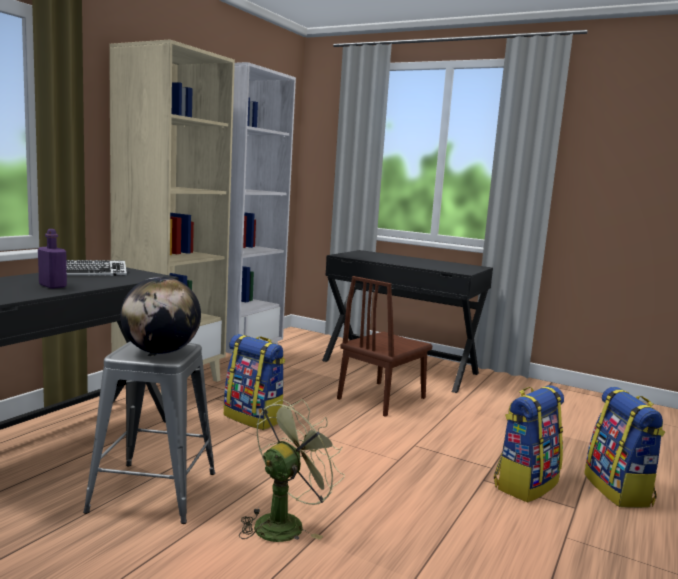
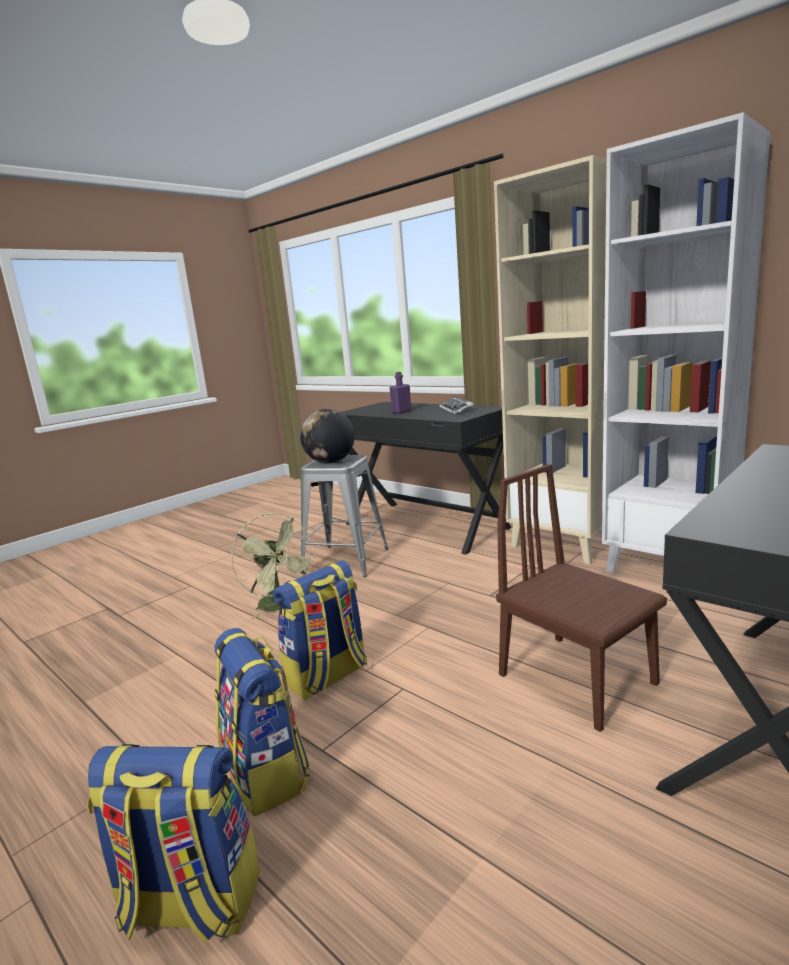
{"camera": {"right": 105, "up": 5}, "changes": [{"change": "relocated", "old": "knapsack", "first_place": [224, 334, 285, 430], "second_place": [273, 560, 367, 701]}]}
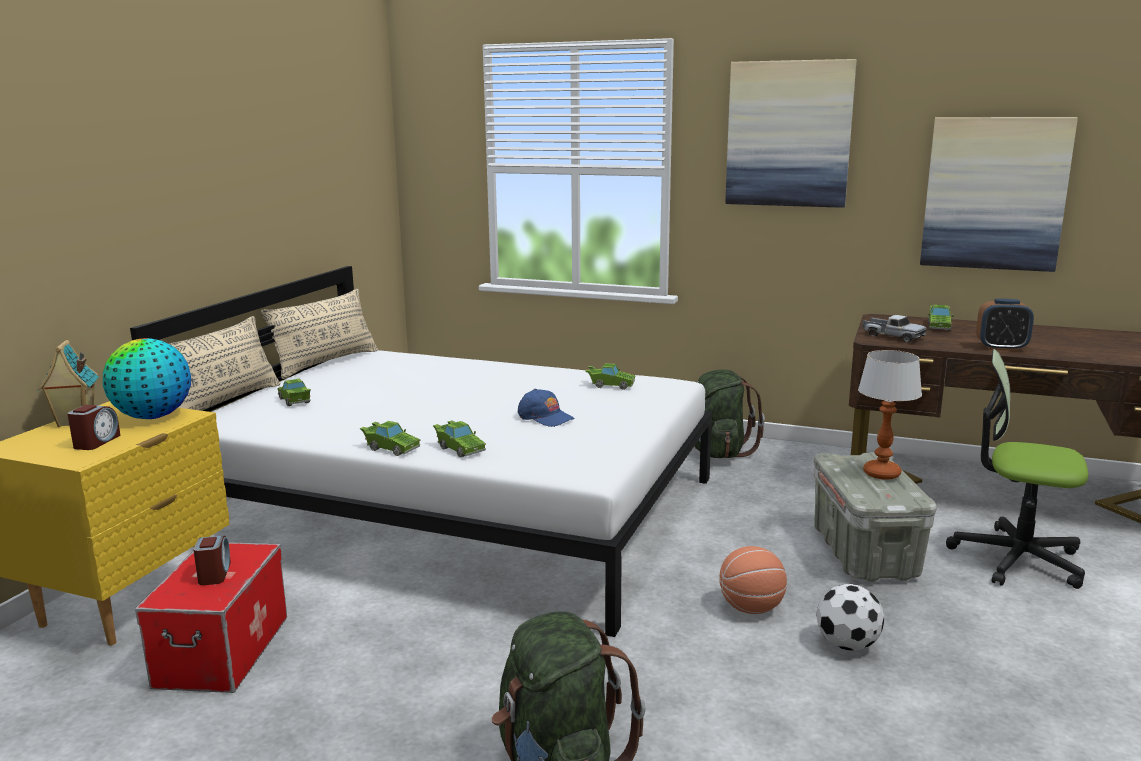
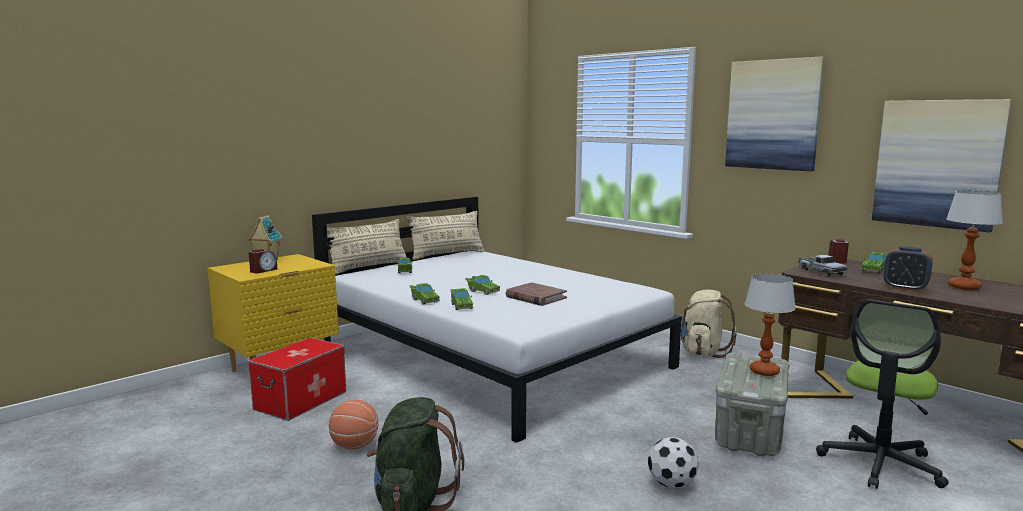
{"camera": {"right": 25, "up": -5}, "changes": [{"change": "missing", "old": "globe", "first_place": [103, 338, 191, 419]}, {"change": "appeared", "new": "lamp for a table", "second_place": [946, 190, 1003, 290]}, {"change": "relocated", "old": "table clock", "first_place": [193, 536, 231, 585], "second_place": [828, 239, 849, 263]}, {"change": "relocated", "old": "green-coloured model car", "first_place": [585, 363, 635, 390], "second_place": [465, 275, 500, 295]}, {"change": "relocated", "old": "basketball ball", "first_place": [719, 546, 787, 614], "second_place": [329, 400, 378, 450]}, {"change": "exchanged", "old": "blue baseball cap", "new": "brown book", "first_place": [518, 389, 575, 427], "second_place": [506, 282, 567, 306]}, {"change": "colour", "old": "green-coloured knapsack", "new": "beige-coloured knapsack", "first_place": [694, 369, 765, 458], "second_place": [681, 290, 737, 358]}, {"change": "spun", "old": "office chair", "first_place": [946, 349, 1088, 589], "second_place": [816, 300, 949, 489], "degrees": -105}]}
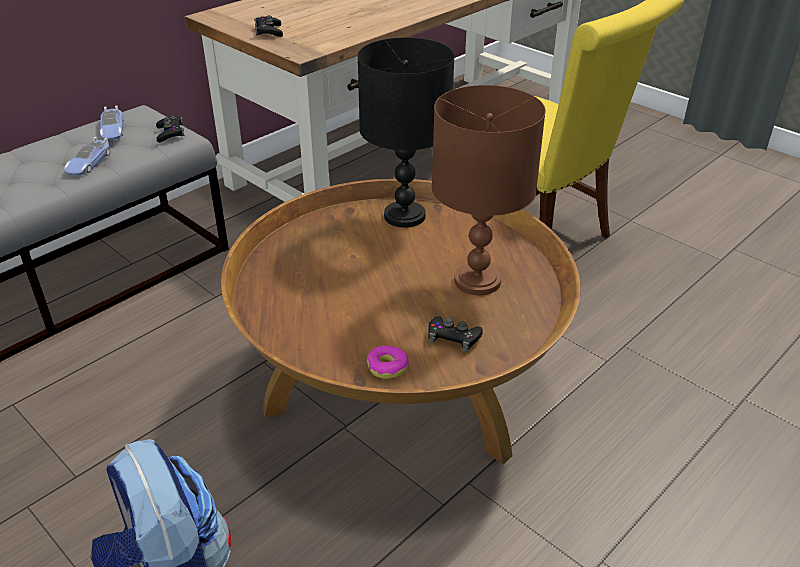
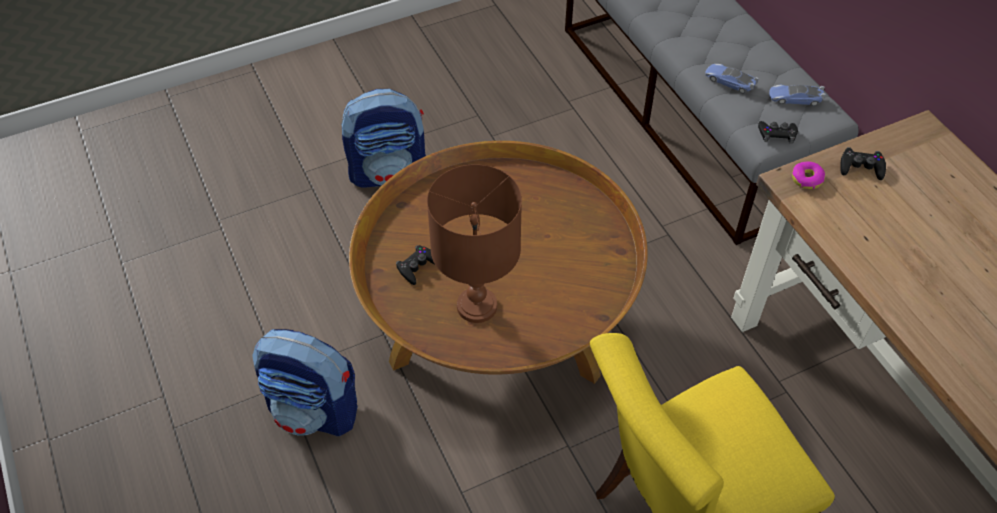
{"camera": {"right": 110, "up": 15}, "changes": [{"change": "missing", "old": "black-coloured lamp for a table", "first_place": [357, 38, 455, 228]}, {"change": "appeared", "new": "knapsack", "second_place": [252, 329, 358, 436]}, {"change": "relocated", "old": "ring doughnut", "first_place": [367, 346, 409, 379], "second_place": [792, 161, 825, 189]}]}
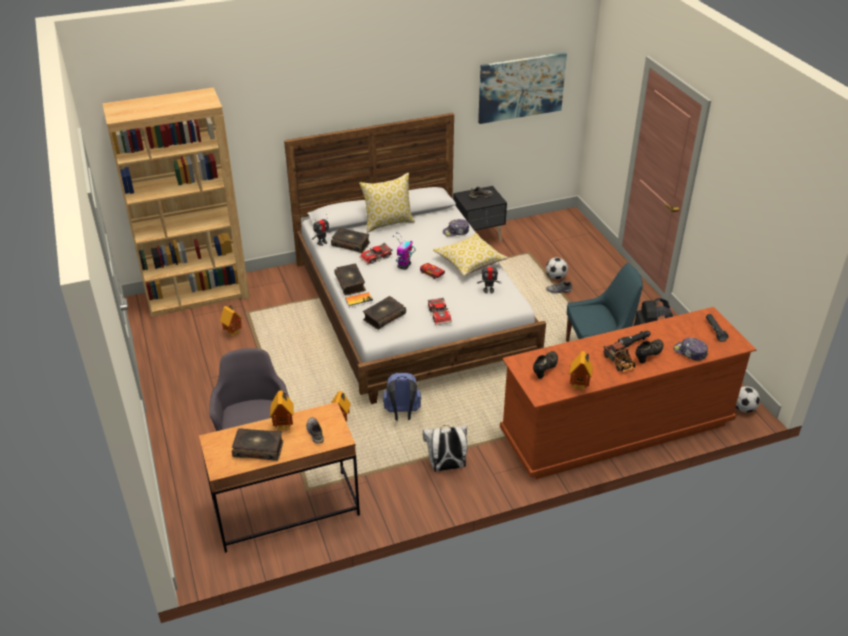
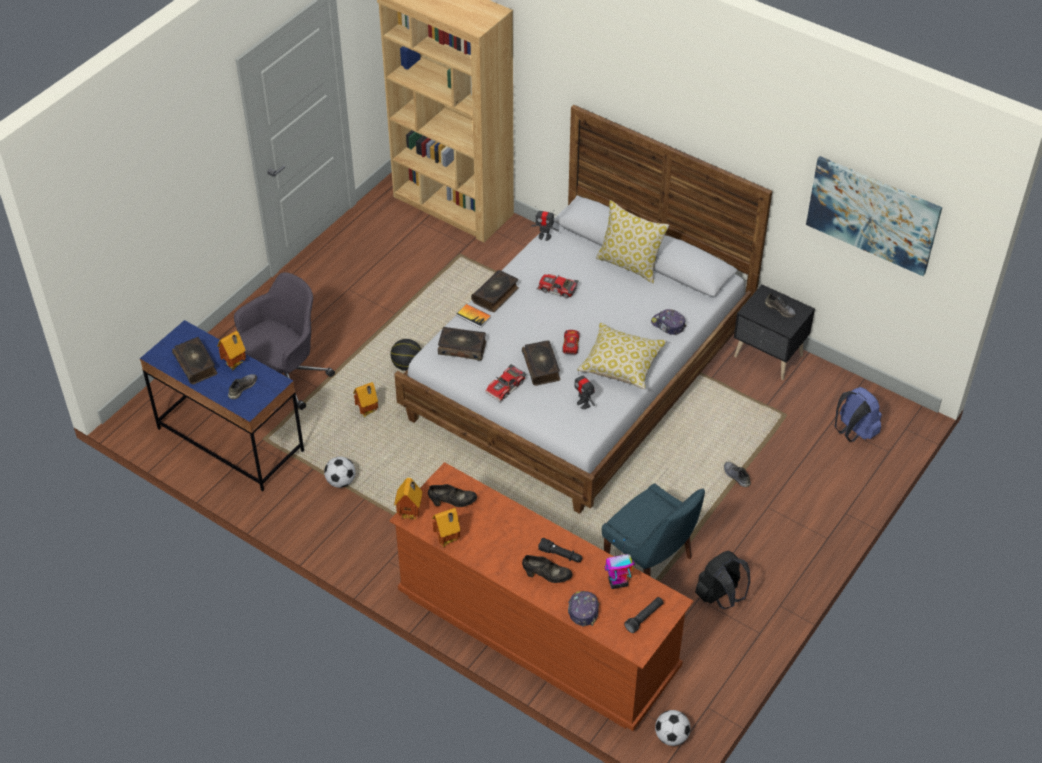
{"camera": {"right": 55, "up": 10}, "changes": [{"change": "missing", "old": "white knapsack", "first_place": [423, 425, 467, 472]}, {"change": "missing", "old": "toy lorry", "first_place": [603, 342, 635, 372]}, {"change": "appeared", "new": "basketball ball", "second_place": [390, 339, 422, 371]}, {"change": "relocated", "old": "toy house", "first_place": [220, 305, 242, 337], "second_place": [394, 478, 422, 519]}, {"change": "relocated", "old": "book", "first_place": [331, 228, 370, 253], "second_place": [522, 340, 561, 386]}, {"change": "relocated", "old": "blue knapsack", "first_place": [383, 373, 421, 421], "second_place": [835, 387, 882, 442]}, {"change": "relocated", "old": "toy robot", "first_place": [393, 232, 416, 270], "second_place": [605, 539, 635, 589]}, {"change": "relocated", "old": "football ball", "first_place": [546, 257, 568, 279], "second_place": [324, 457, 356, 488]}, {"change": "colour", "old": "brown desk table", "new": "blue desk table", "first_place": [199, 402, 360, 553], "second_place": [140, 320, 304, 491]}]}
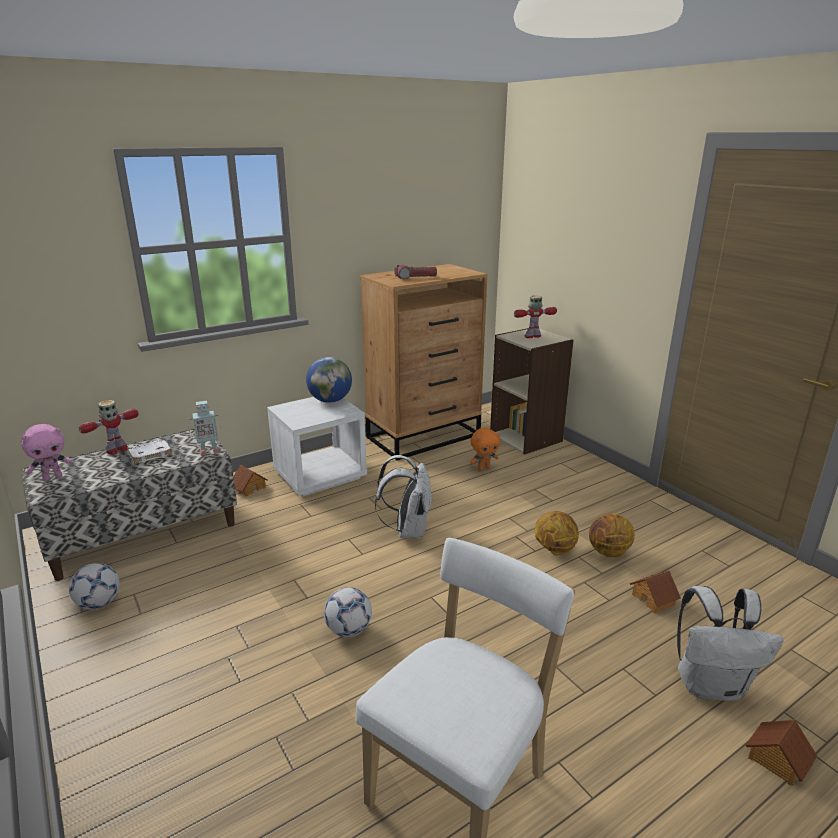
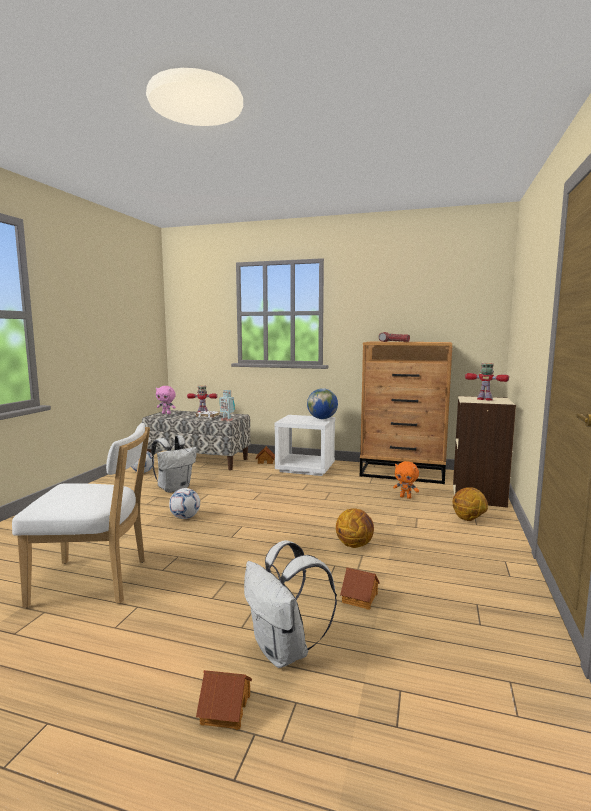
{"camera": {"right": 50, "up": -15}, "changes": [{"change": "relocated", "old": "white knapsack", "first_place": [375, 455, 433, 539], "second_place": [151, 435, 197, 493]}, {"change": "relocated", "old": "basketball ball", "first_place": [589, 513, 635, 557], "second_place": [453, 487, 488, 521]}]}
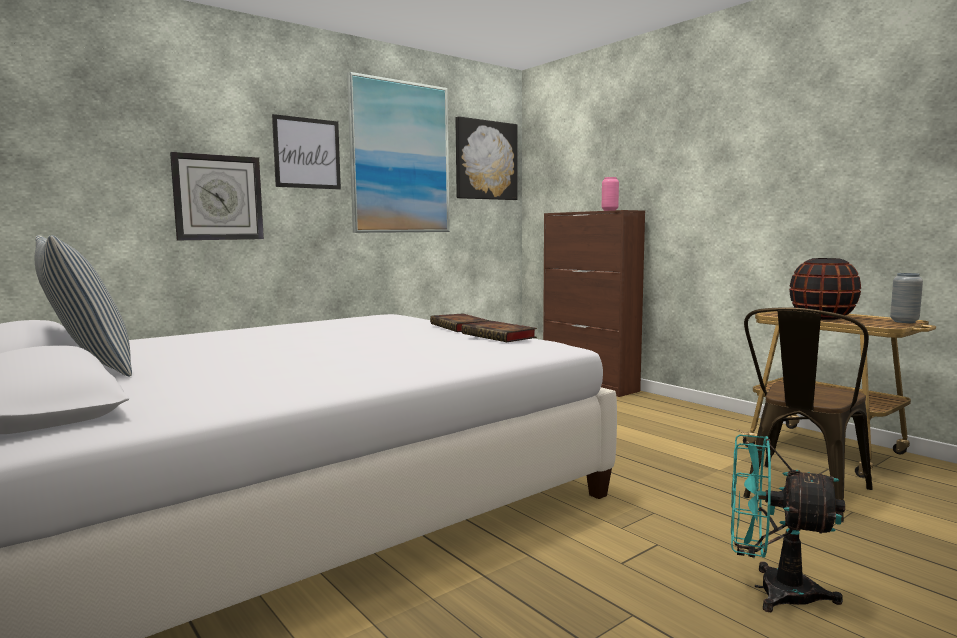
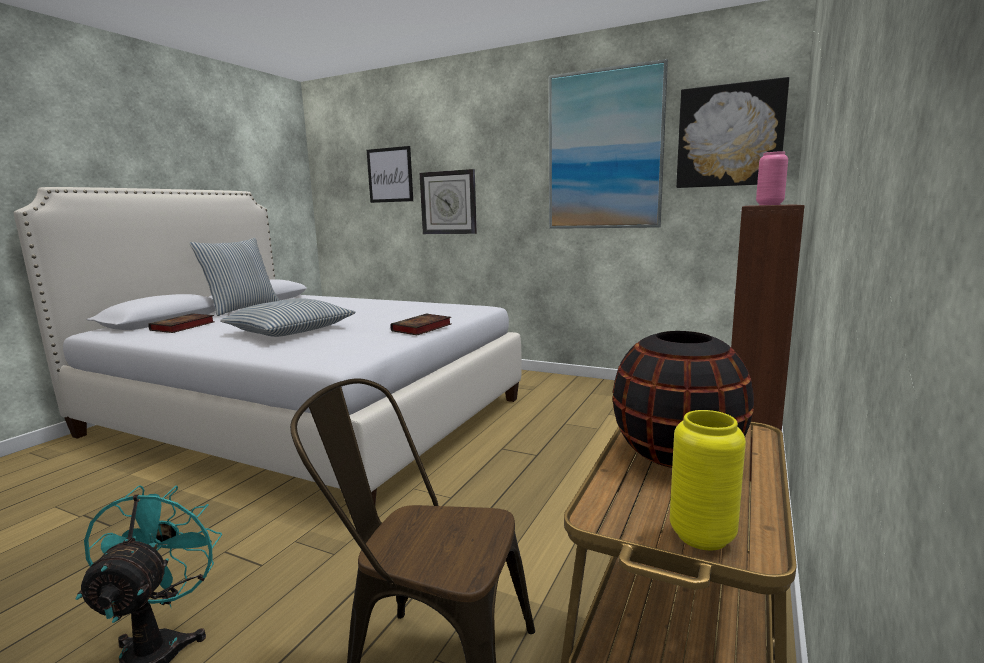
{"camera": {"right": 65, "up": 5}, "changes": [{"change": "appeared", "new": "cushion", "second_place": [220, 298, 356, 337]}, {"change": "relocated", "old": "wall picture", "first_place": [272, 114, 341, 189], "second_place": [367, 146, 413, 203]}, {"change": "relocated", "old": "book", "first_place": [461, 321, 537, 342], "second_place": [148, 313, 215, 333]}, {"change": "colour", "old": "gray vase", "new": "yellow-coloured vase", "first_place": [890, 273, 923, 323], "second_place": [670, 410, 746, 550]}]}
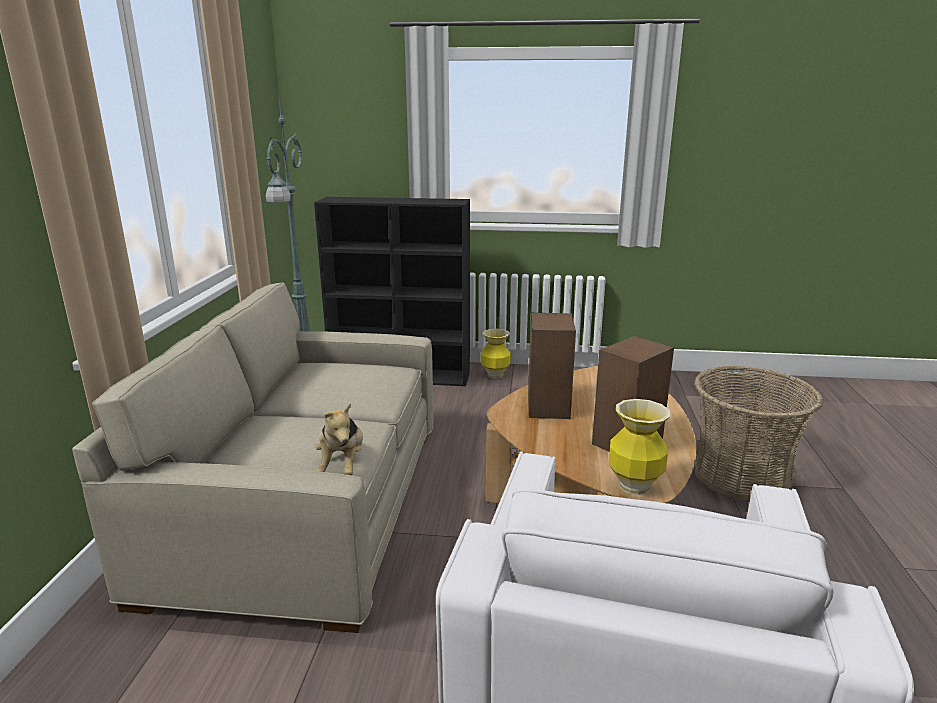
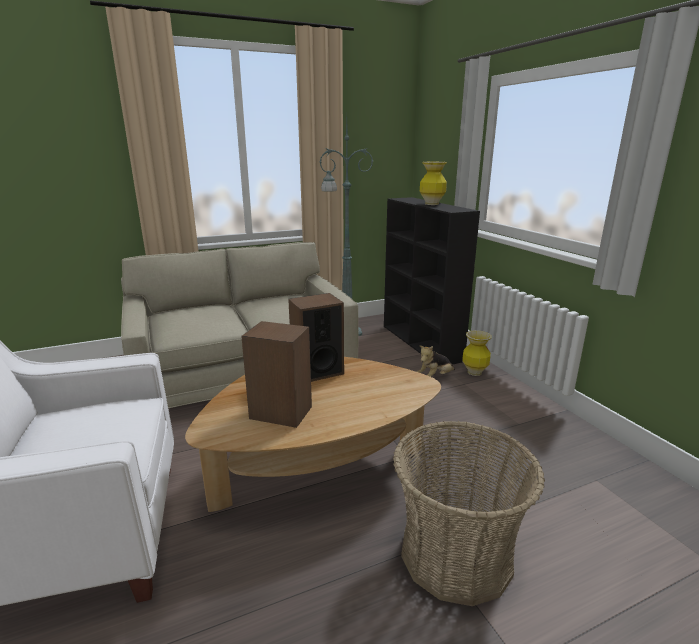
{"camera": {"right": 60, "up": 0}, "changes": [{"change": "relocated", "old": "cuddly toy", "first_place": [315, 403, 363, 475], "second_place": [416, 345, 455, 377]}, {"change": "relocated", "old": "vase", "first_place": [609, 399, 670, 495], "second_place": [420, 162, 447, 205]}]}
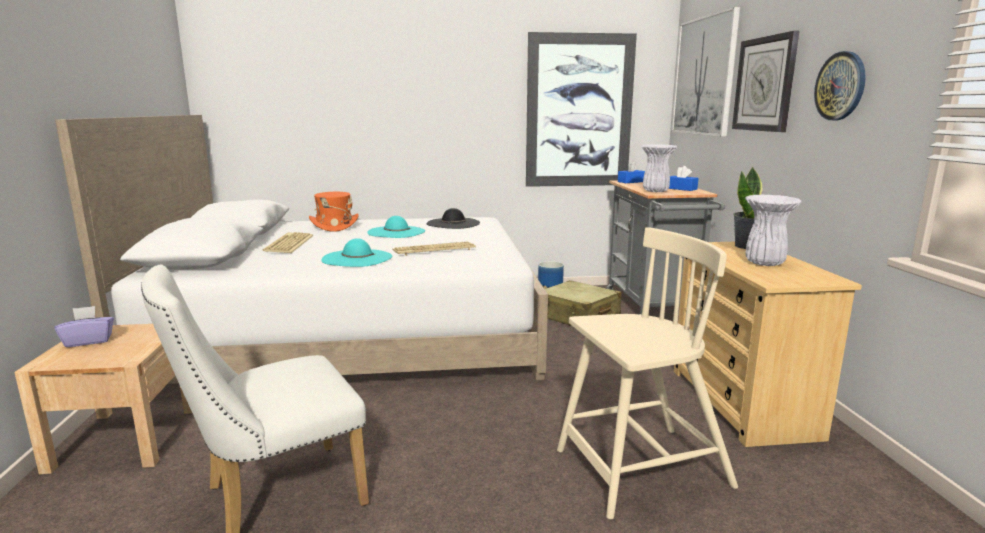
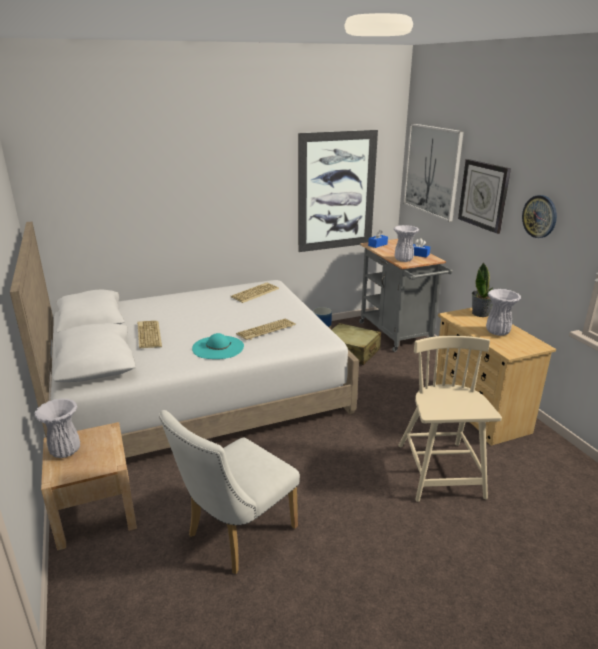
{"camera": {"right": -15, "up": 10}, "changes": [{"change": "missing", "old": "orange wearable hat", "first_place": [309, 192, 359, 232]}, {"change": "missing", "old": "blue-green wearable hat", "first_place": [367, 216, 425, 238]}, {"change": "exchanged", "old": "purple box of tissues", "new": "white vase", "first_place": [54, 306, 114, 347], "second_place": [34, 398, 80, 458]}, {"change": "exchanged", "old": "black-coloured wearable hat", "new": "keyboard", "first_place": [427, 208, 480, 229], "second_place": [231, 283, 279, 303]}, {"change": "spun", "old": "beige-coloured upright chair", "first_place": [557, 227, 738, 520], "second_place": [398, 336, 502, 502], "degrees": -60}]}
